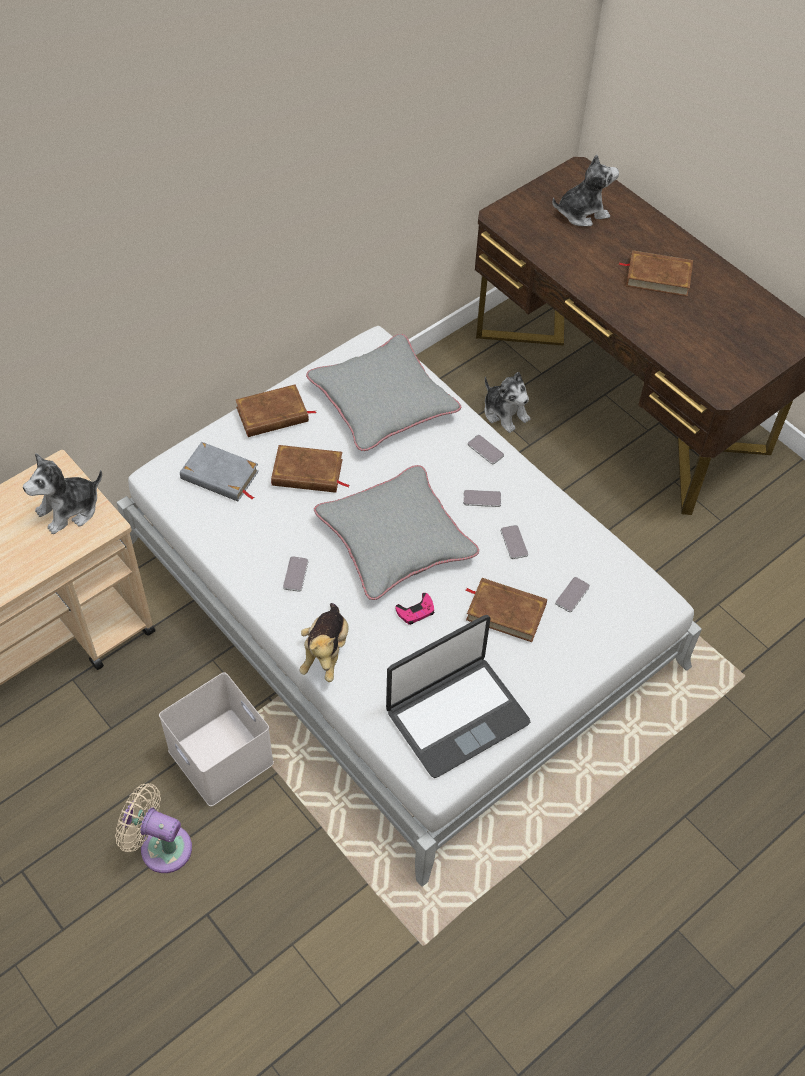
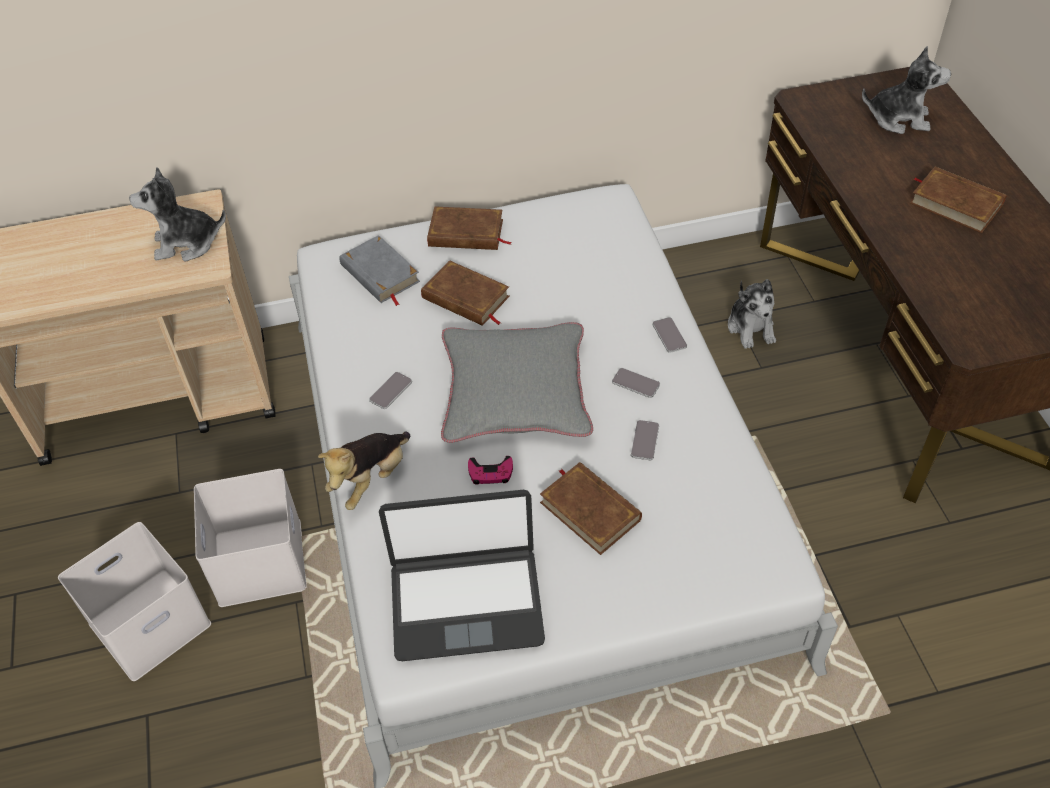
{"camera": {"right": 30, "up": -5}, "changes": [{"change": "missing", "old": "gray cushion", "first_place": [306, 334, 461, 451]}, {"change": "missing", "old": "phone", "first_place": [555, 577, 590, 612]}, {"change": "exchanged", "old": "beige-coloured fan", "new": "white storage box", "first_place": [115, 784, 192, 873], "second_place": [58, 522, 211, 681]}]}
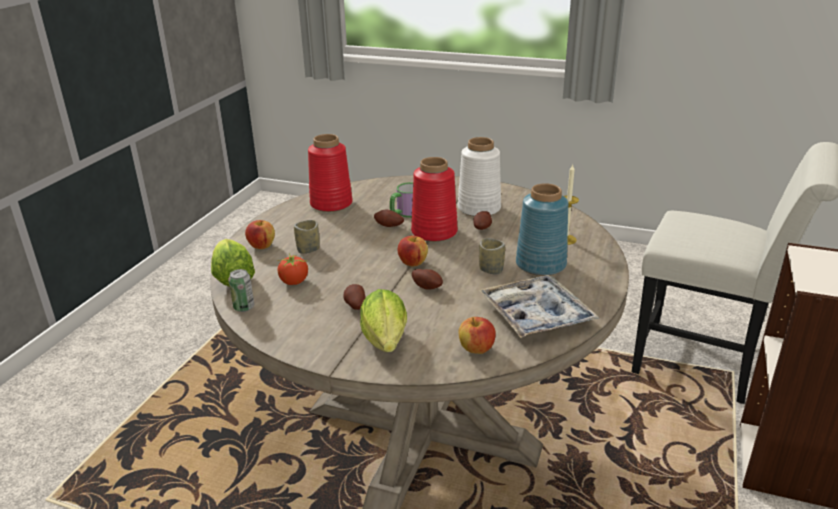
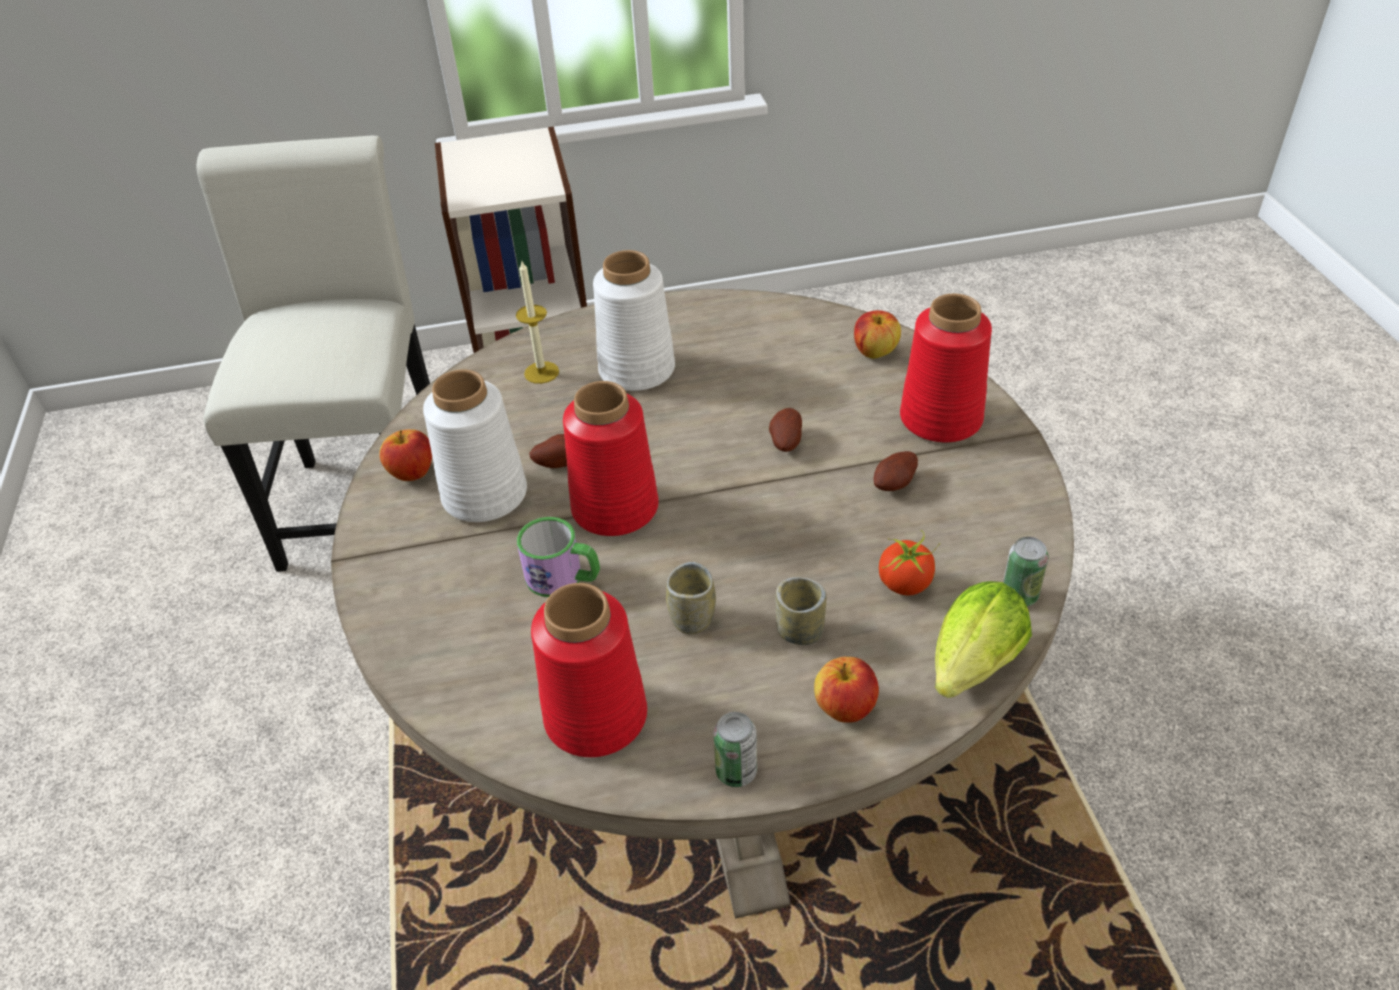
{"camera": {"right": -120, "up": 15}, "changes": [{"change": "missing", "old": "spud", "first_place": [374, 209, 404, 227]}, {"change": "missing", "old": "carrying tray", "first_place": [479, 275, 599, 338]}, {"change": "appeared", "new": "metal can", "second_place": [713, 712, 757, 787]}, {"change": "relocated", "old": "whole apple", "first_place": [398, 236, 428, 267], "second_place": [379, 429, 432, 481]}, {"change": "relocated", "old": "cup", "first_place": [479, 238, 505, 274], "second_place": [666, 562, 716, 635]}, {"change": "exchanged", "old": "lettuce head", "new": "reddish vase", "first_place": [360, 289, 407, 352], "second_place": [900, 294, 992, 442]}, {"change": "colour", "old": "blue vase", "new": "white vase", "first_place": [516, 183, 569, 276], "second_place": [593, 250, 675, 391]}]}
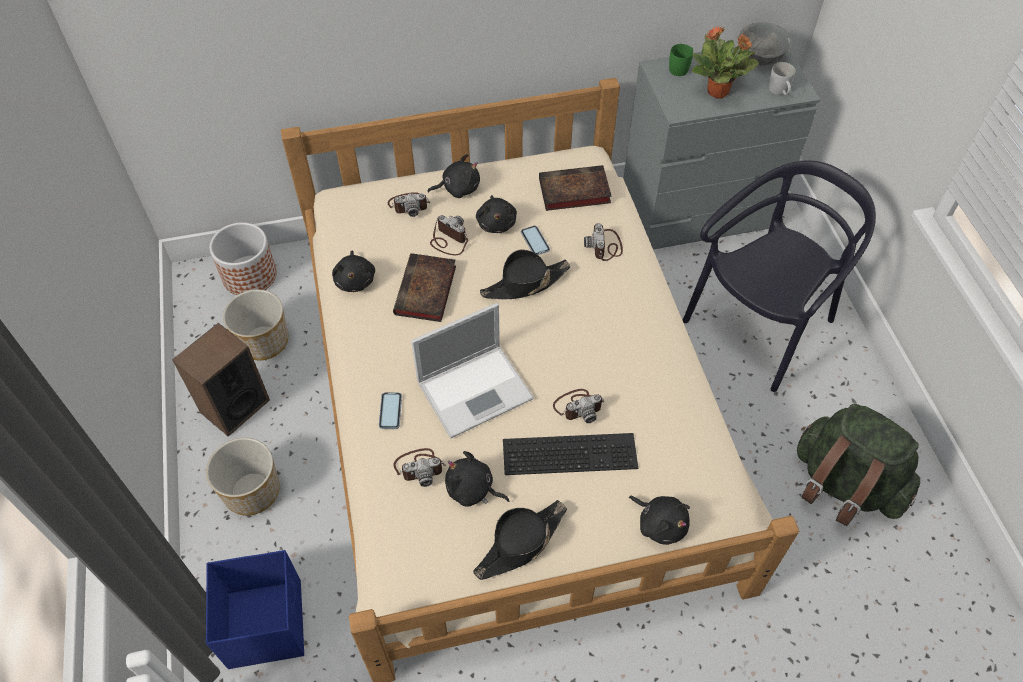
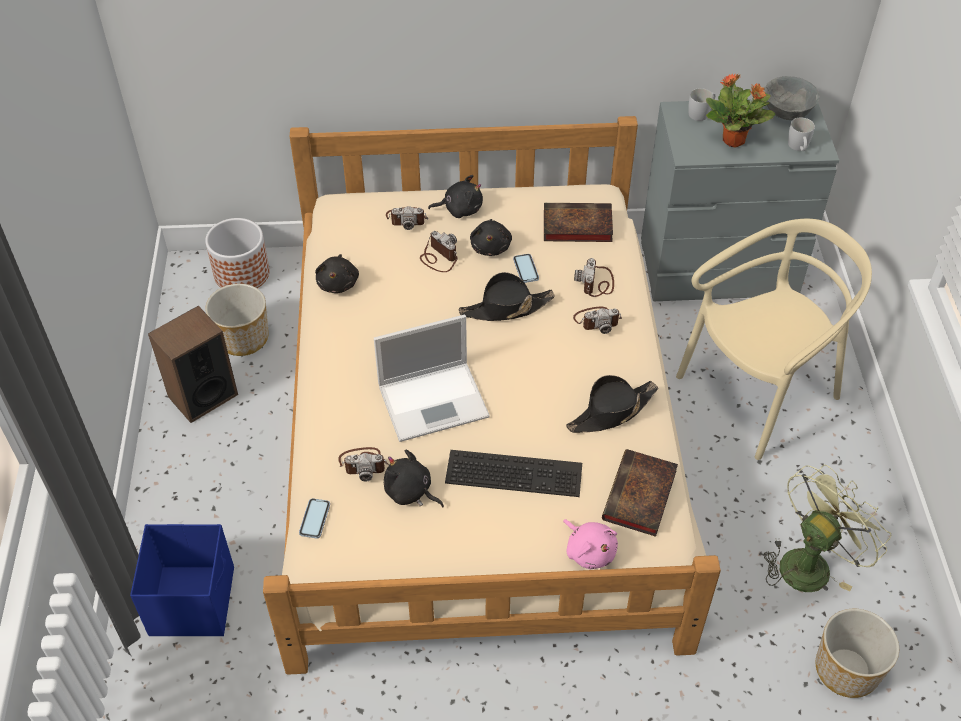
{"camera": {"right": 10, "up": -5}, "changes": [{"change": "relocated", "old": "planter", "first_place": [206, 438, 280, 516], "second_place": [816, 609, 899, 698]}, {"change": "relocated", "old": "phone", "first_place": [379, 393, 402, 429], "second_place": [299, 498, 330, 539]}, {"change": "relocated", "old": "book", "first_place": [393, 253, 456, 322], "second_place": [602, 449, 678, 537]}, {"change": "relocated", "old": "black-coloured wearable hat", "first_place": [473, 500, 567, 580], "second_place": [566, 375, 658, 433]}, {"change": "relocated", "old": "still camera", "first_place": [553, 389, 605, 423], "second_place": [573, 307, 622, 334]}, {"change": "exchanged", "old": "green-coloured knapsack", "new": "green-coloured fan", "first_place": [797, 403, 921, 526], "second_place": [764, 465, 891, 592]}, {"change": "colour", "old": "black-coloured cuddly toy", "new": "pinkish cuddly toy", "first_place": [629, 495, 690, 545], "second_place": [563, 519, 618, 569]}, {"change": "colour", "old": "green-coloured coffee mug", "new": "white coffee mug", "first_place": [669, 44, 693, 76], "second_place": [688, 88, 715, 121]}, {"change": "colour", "old": "black-coloured upright chair", "new": "beige-coloured upright chair", "first_place": [683, 161, 876, 392], "second_place": [676, 219, 872, 460]}]}
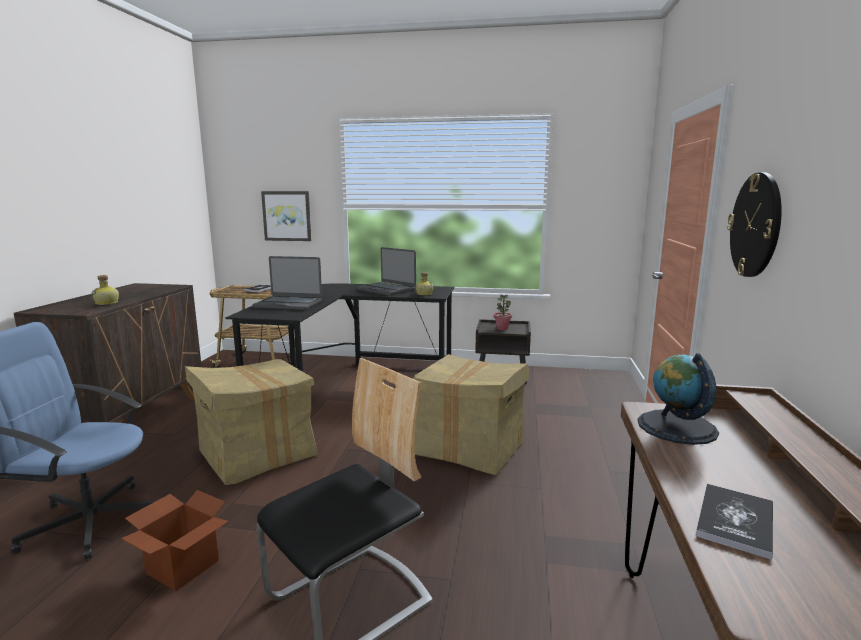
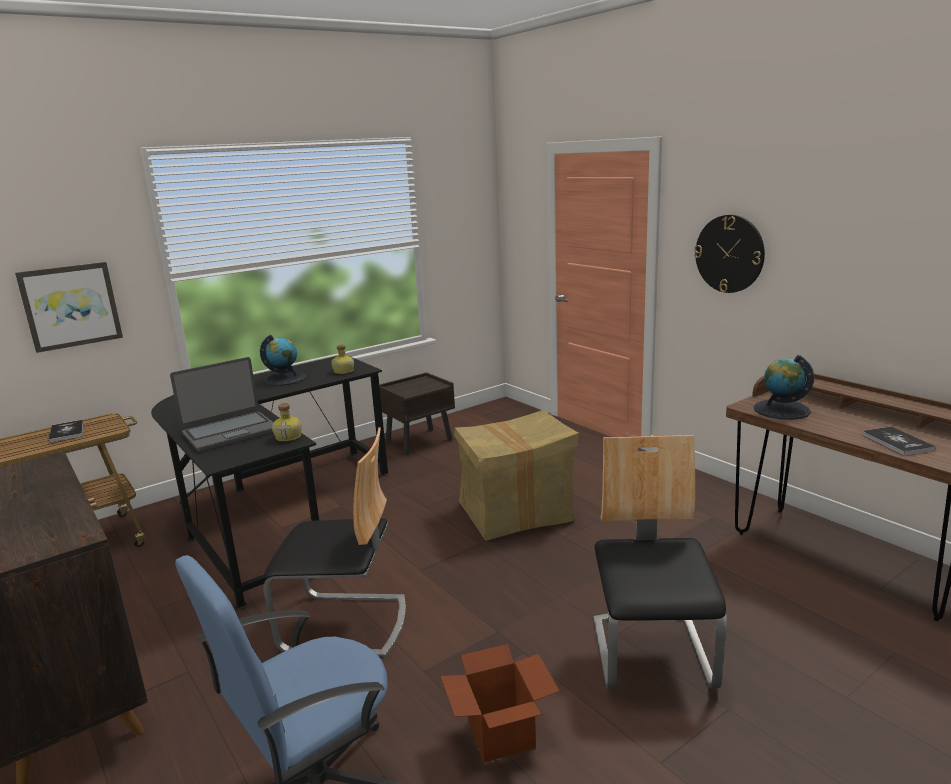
{"camera": {"right": -45, "up": 5}, "changes": [{"change": "missing", "old": "potted plant", "first_place": [494, 295, 512, 330]}, {"change": "relocated", "old": "beverage bottle", "first_place": [92, 275, 119, 305], "second_place": [272, 403, 302, 441]}, {"change": "exchanged", "old": "cardboard box", "new": "upright chair", "first_place": [185, 359, 318, 485], "second_place": [263, 427, 406, 657]}, {"change": "exchanged", "old": "laptop", "new": "globe", "first_place": [356, 247, 416, 296], "second_place": [260, 335, 307, 386]}]}
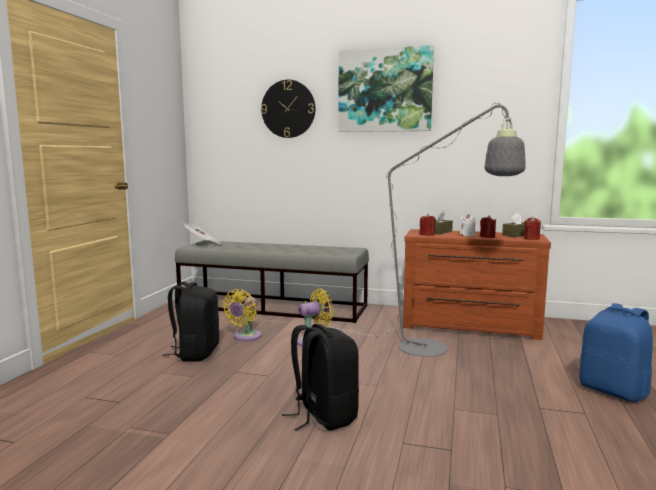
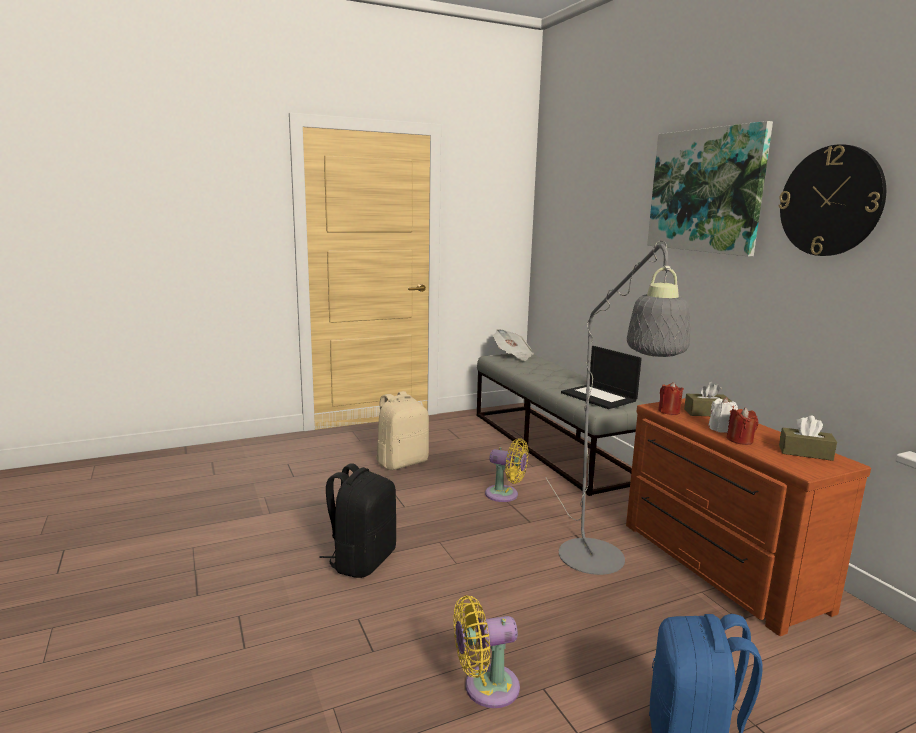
{"camera": {"right": 50, "up": 5}, "changes": [{"change": "missing", "old": "reddish wax candle", "first_place": [524, 217, 541, 240]}, {"change": "appeared", "new": "laptop", "second_place": [561, 346, 642, 409]}, {"change": "relocated", "old": "yellow-coloured fan", "first_place": [223, 289, 262, 341], "second_place": [453, 595, 520, 708]}, {"change": "relocated", "old": "clock on the wall", "first_place": [261, 80, 315, 138], "second_place": [778, 144, 886, 256]}, {"change": "colour", "old": "black-coloured knapsack", "new": "beige-coloured knapsack", "first_place": [163, 281, 219, 362], "second_place": [376, 391, 429, 470]}]}
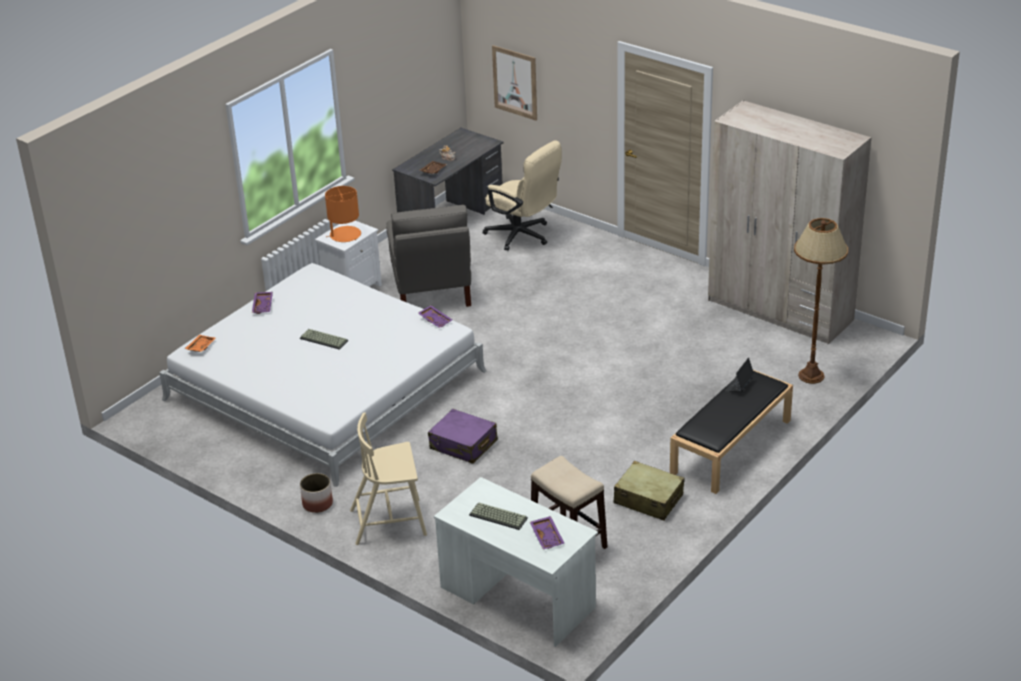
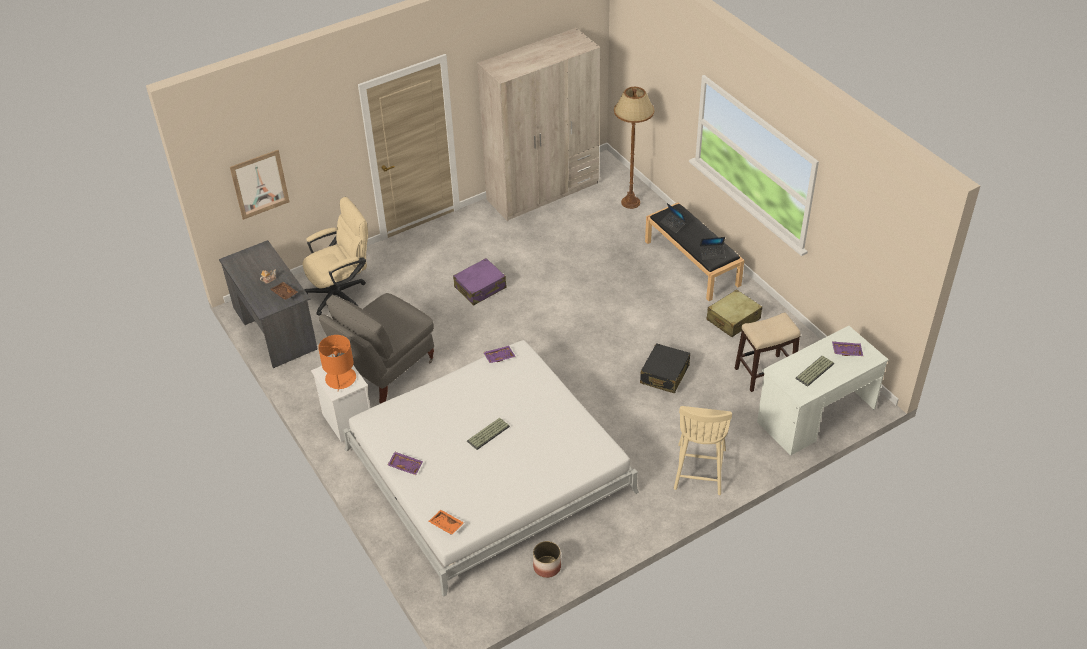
{"camera": {"right": -70, "up": 10}, "changes": [{"change": "appeared", "new": "black-coloured travel case", "second_place": [640, 343, 690, 393]}, {"change": "appeared", "new": "laptop", "second_place": [700, 237, 725, 260]}, {"change": "relocated", "old": "planter", "first_place": [300, 473, 333, 513], "second_place": [533, 541, 561, 578]}, {"change": "relocated", "old": "purple travel case", "first_place": [428, 409, 498, 464], "second_place": [453, 258, 507, 305]}, {"change": "spun", "old": "gray armchair", "first_place": [386, 205, 471, 307], "second_place": [319, 293, 434, 403], "degrees": 120}]}
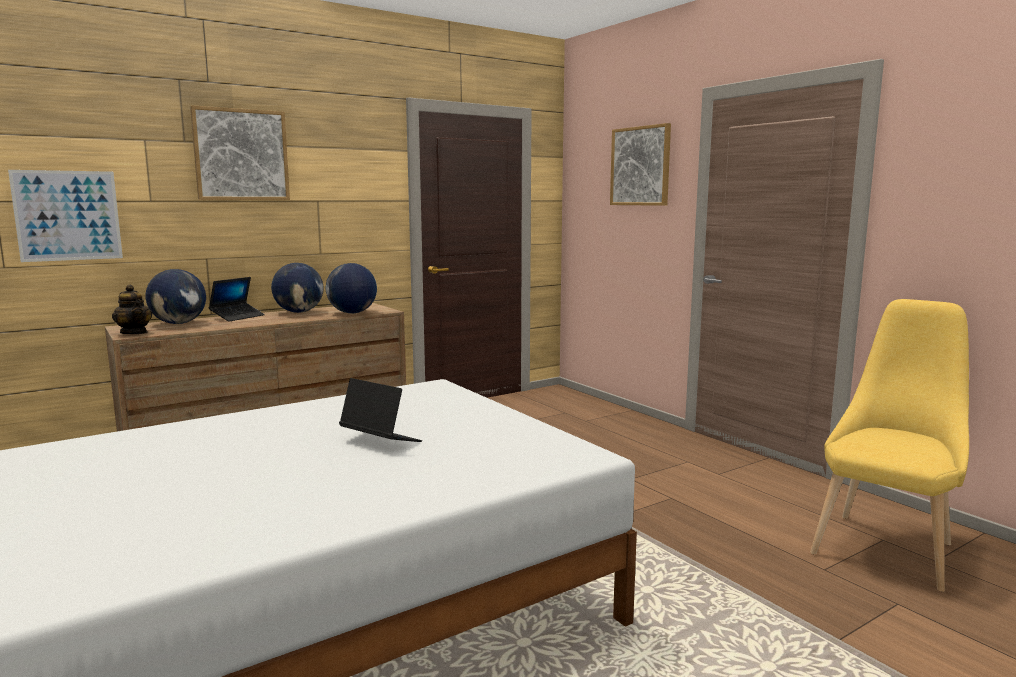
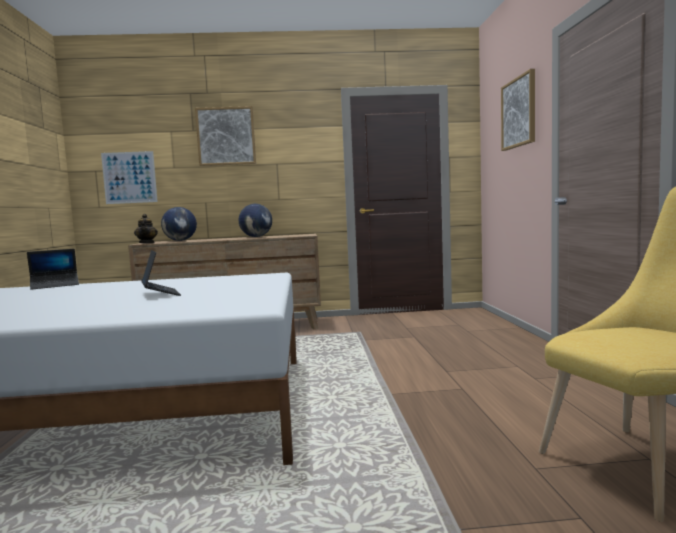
{"camera": {"right": 30, "up": -5}, "changes": [{"change": "missing", "old": "globe", "first_place": [326, 263, 377, 313]}, {"change": "relocated", "old": "laptop", "first_place": [209, 277, 265, 322], "second_place": [27, 249, 79, 290]}]}
